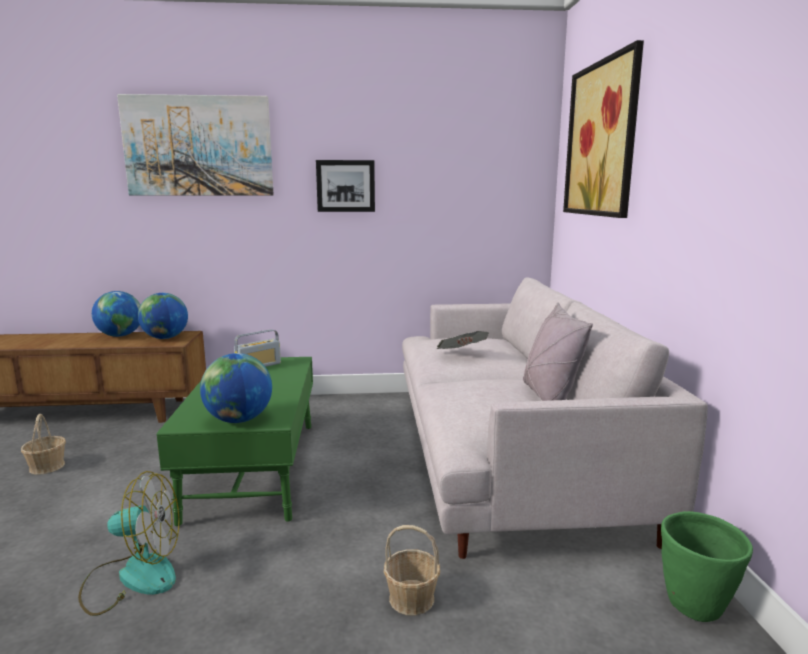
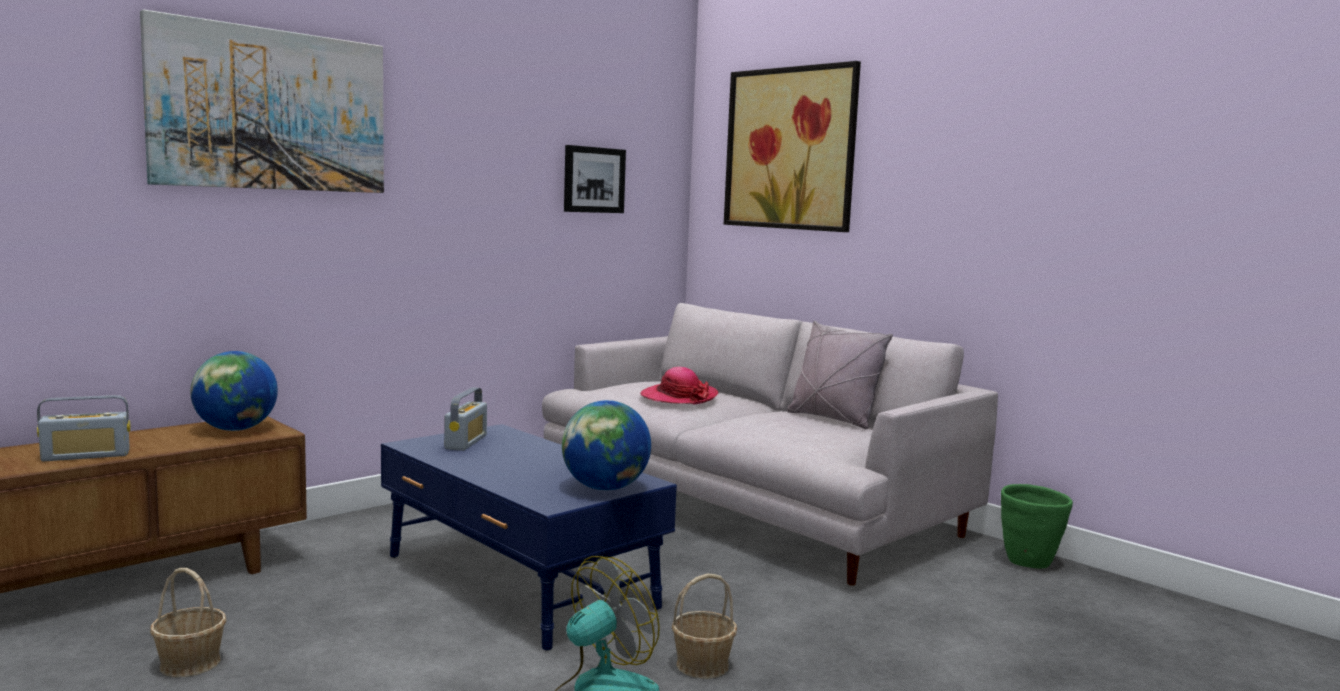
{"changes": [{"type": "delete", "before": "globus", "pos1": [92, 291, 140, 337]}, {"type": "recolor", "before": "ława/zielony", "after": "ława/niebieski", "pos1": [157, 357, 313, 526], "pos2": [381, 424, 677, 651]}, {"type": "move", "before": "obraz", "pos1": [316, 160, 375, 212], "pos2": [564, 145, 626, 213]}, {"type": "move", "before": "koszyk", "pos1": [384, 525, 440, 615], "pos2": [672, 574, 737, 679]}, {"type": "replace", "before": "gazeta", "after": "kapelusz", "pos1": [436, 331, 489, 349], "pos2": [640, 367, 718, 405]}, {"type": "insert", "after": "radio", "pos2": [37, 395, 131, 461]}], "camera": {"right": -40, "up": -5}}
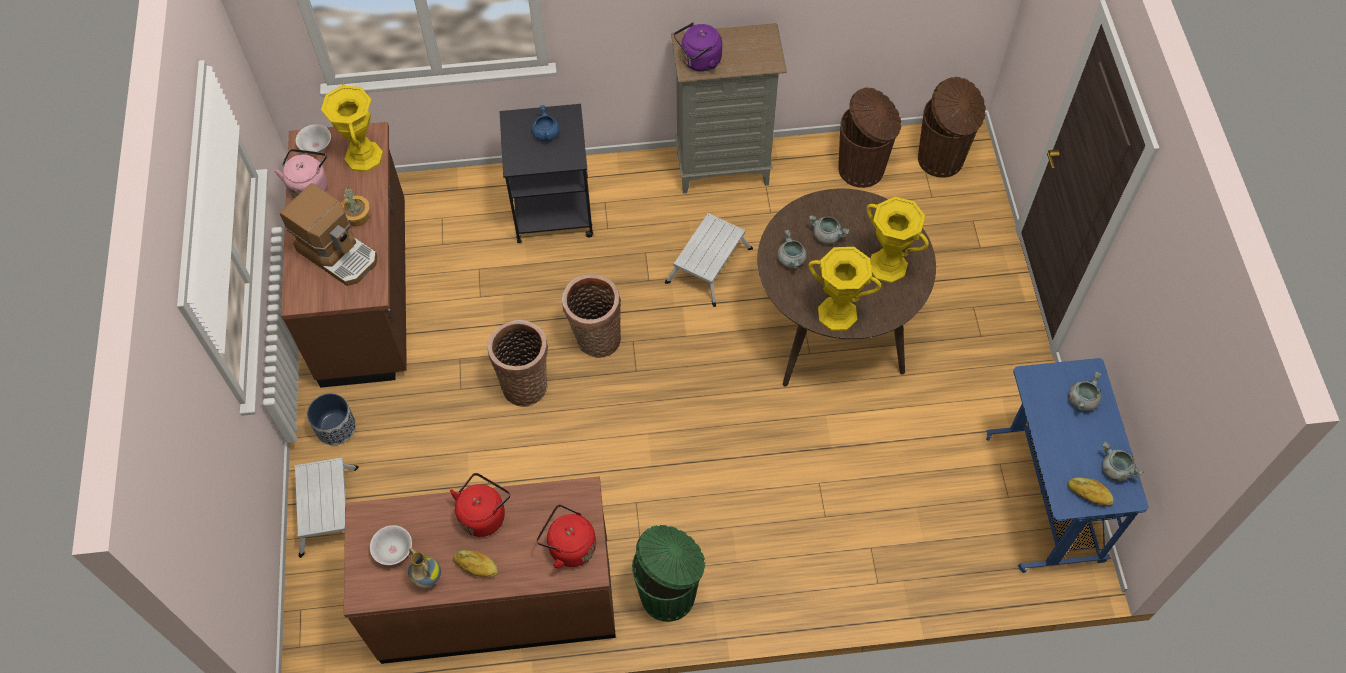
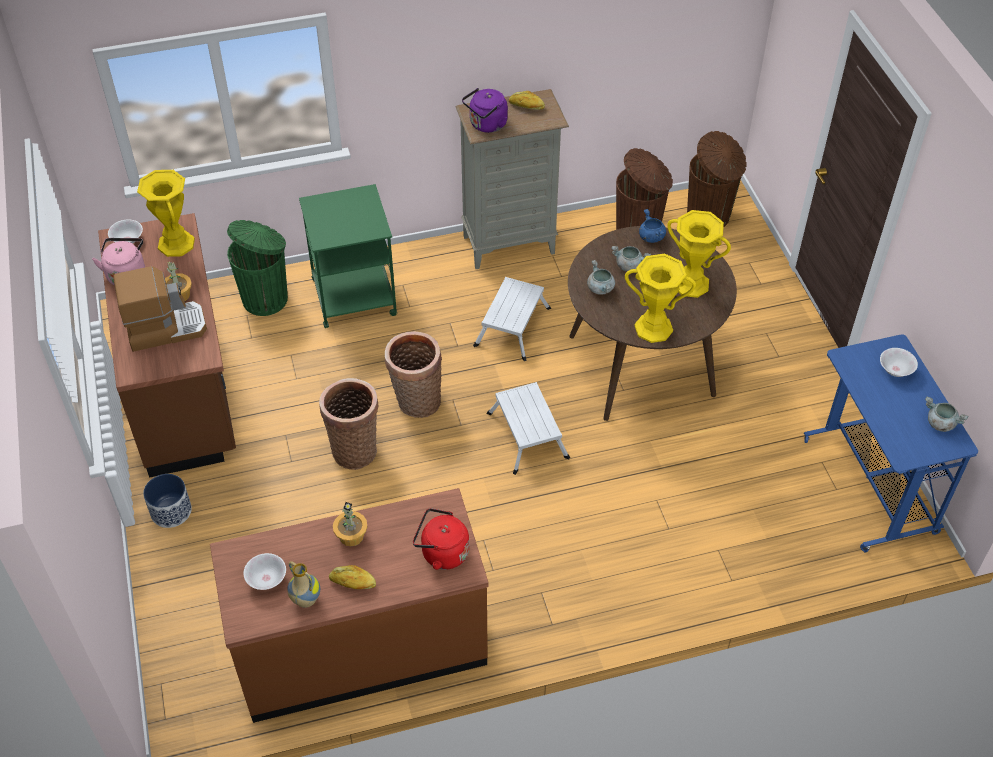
{"changes": [{"type": "rotate", "before": "ekspres do kawy", "pos1": [280, 183, 377, 286], "pos2": [113, 266, 207, 352], "turn": -45}, {"type": "move", "before": "drabinka/biały", "pos1": [295, 457, 359, 558], "pos2": [486, 382, 570, 475]}, {"type": "replace", "before": "czajnik/czerwony", "after": "roślina doniczkowa", "pos1": [450, 473, 510, 537], "pos2": [333, 502, 368, 546]}, {"type": "recolor", "before": "wózek/czarny", "after": "wózek/zielony", "pos1": [500, 104, 593, 243], "pos2": [299, 184, 397, 328]}, {"type": "move", "before": "garnek/niebieski", "pos1": [532, 105, 560, 141], "pos2": [639, 209, 666, 243]}, {"type": "move", "before": "kosz na śmieci/zielony", "pos1": [632, 525, 705, 622], "pos2": [227, 220, 288, 316]}, {"type": "move", "before": "chleb", "pos1": [1067, 477, 1114, 505], "pos2": [509, 91, 545, 110]}, {"type": "replace", "before": "garnek/szary", "after": "miska/biały", "pos1": [1068, 372, 1101, 411], "pos2": [880, 348, 918, 377]}], "camera": {"right": -10, "up": -10}}
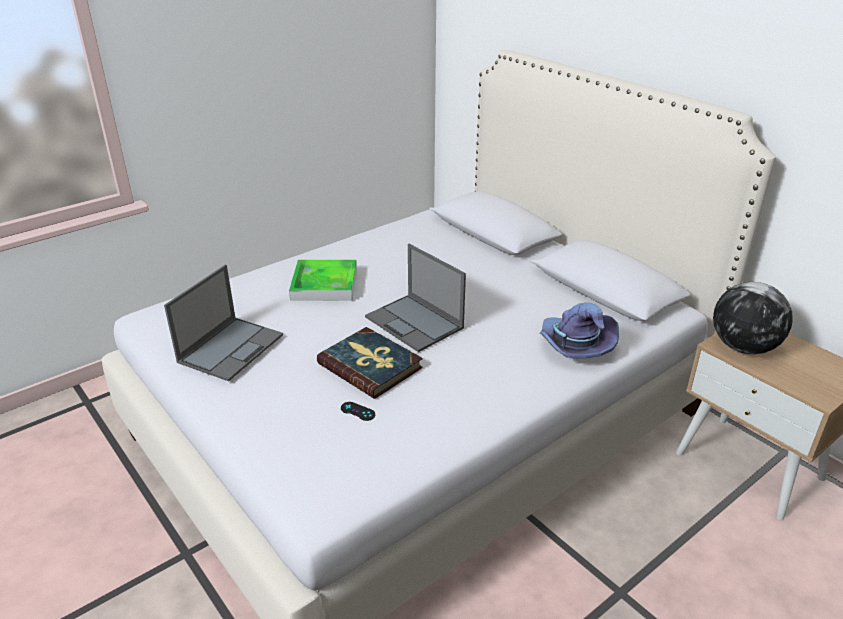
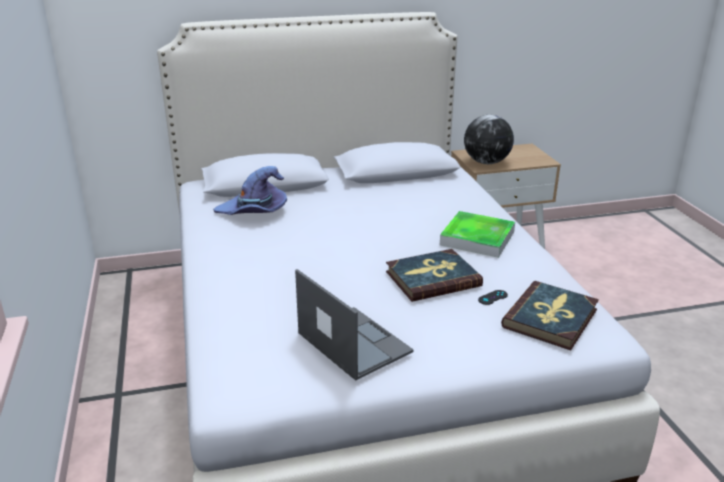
{"changes": [{"type": "move", "before": "taca", "pos1": [289, 260, 357, 301], "pos2": [440, 211, 515, 258]}, {"type": "delete", "before": "laptop", "pos1": [365, 244, 466, 352]}, {"type": "move", "before": "kapelusz/fioletowy", "pos1": [540, 303, 619, 359], "pos2": [213, 166, 287, 215]}, {"type": "insert", "after": "książka", "pos2": [501, 281, 599, 350]}], "camera": {"right": -65, "up": -5}}
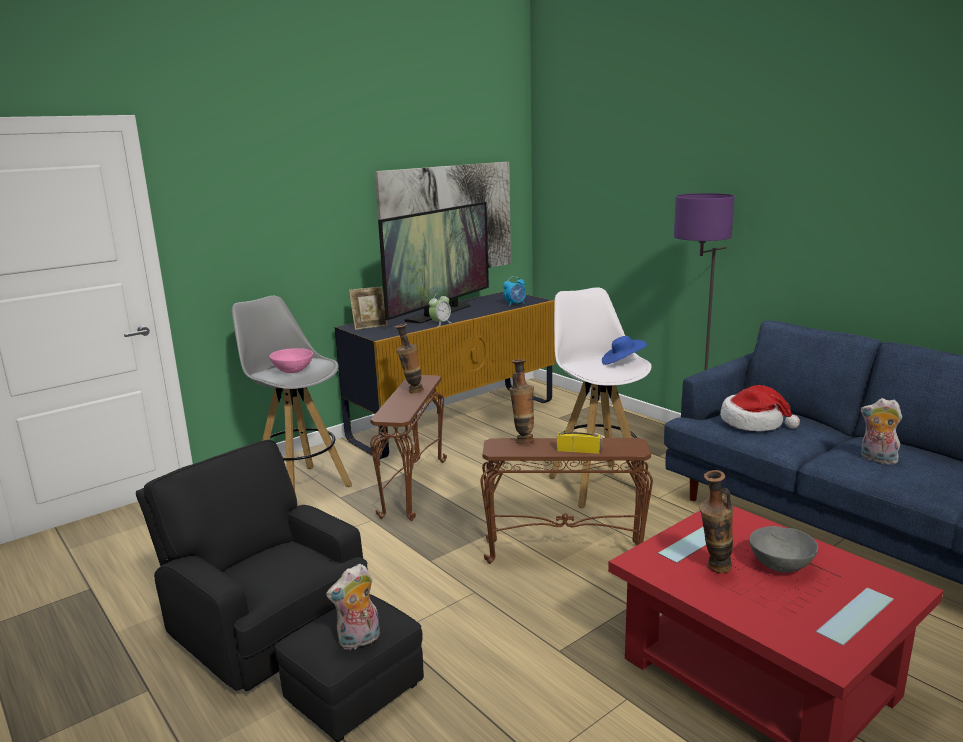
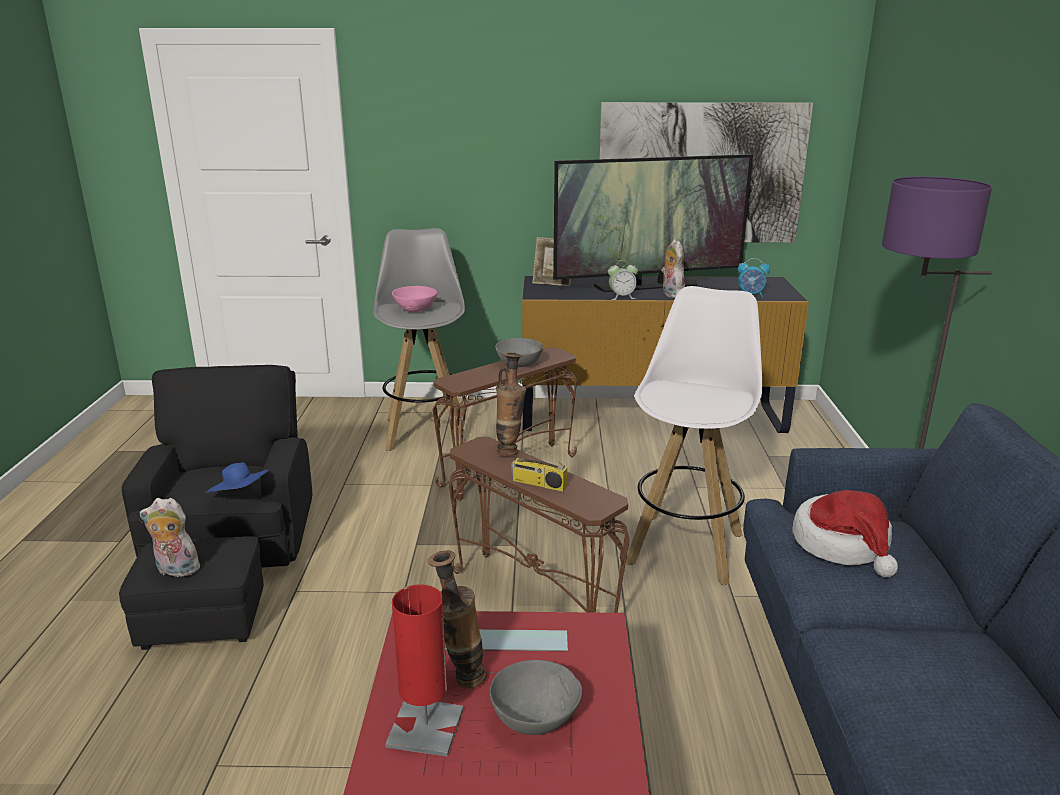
{"changes": [{"type": "replace", "before": "wazon", "after": "miska/szary", "pos1": [395, 324, 424, 393], "pos2": [495, 338, 543, 367]}, {"type": "rotate", "before": "radio", "pos1": [557, 412, 603, 454], "pos2": [511, 430, 567, 491], "turn": 150}, {"type": "move", "before": "kapelusz/niebieski", "pos1": [602, 336, 647, 365], "pos2": [205, 463, 268, 493]}, {"type": "move", "before": "pluszak", "pos1": [861, 398, 902, 464], "pos2": [661, 239, 685, 298]}, {"type": "insert", "after": "lampa stołowa/czerwony", "pos2": [385, 584, 464, 756]}], "camera": {"right": 40, "up": 5}}
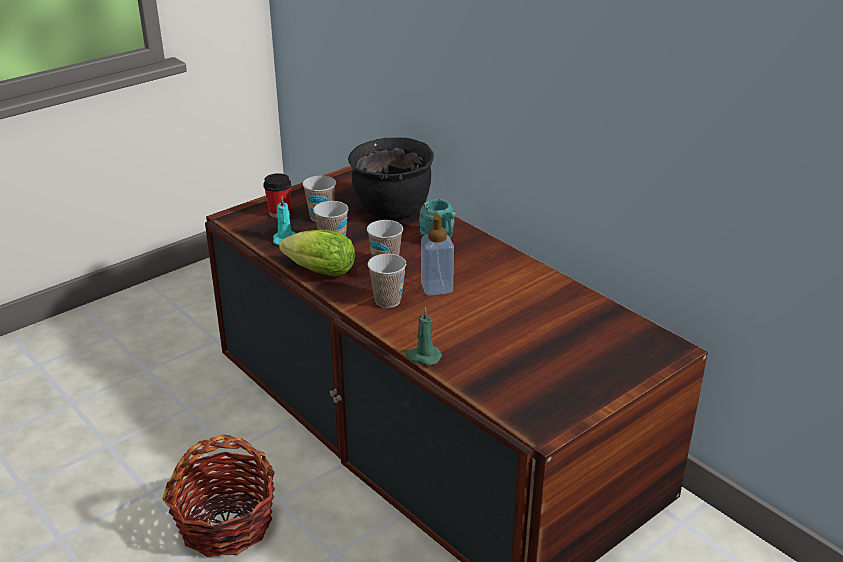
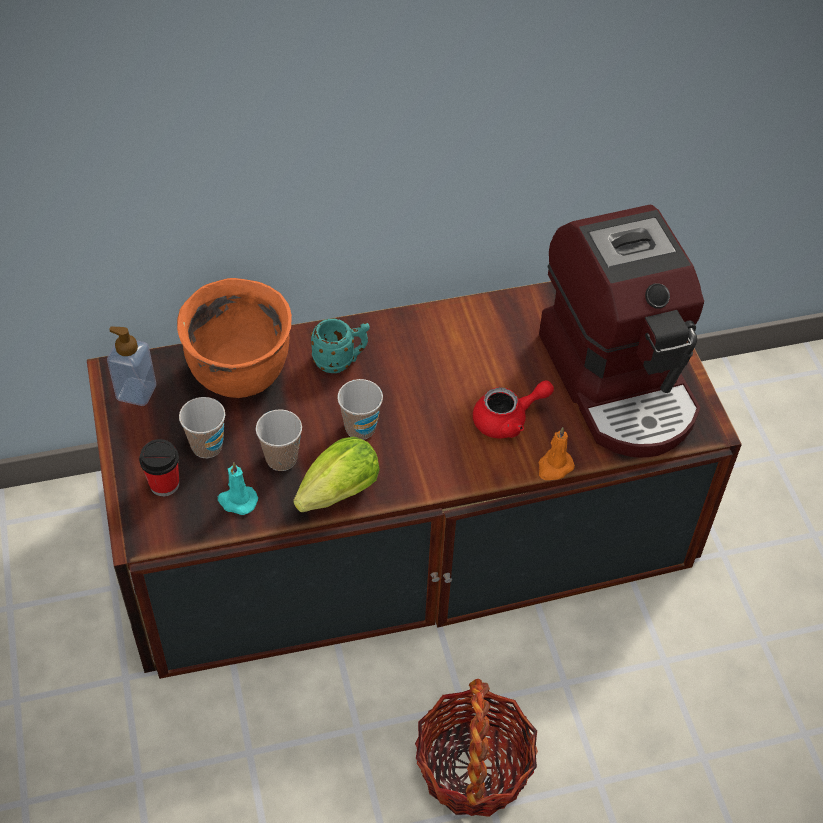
{"changes": [{"type": "recolor", "before": "garnek/czarny", "after": "garnek/pomarańczowy", "pos1": [348, 137, 434, 219], "pos2": [177, 278, 292, 398]}, {"type": "delete", "before": "filiżanka", "pos1": [368, 254, 406, 308]}, {"type": "recolor", "before": "świeca/zielony", "after": "świeca/pomarańczowy", "pos1": [406, 308, 442, 366], "pos2": [538, 427, 575, 480]}, {"type": "move", "before": "dozownik mydła", "pos1": [421, 213, 454, 296], "pos2": [107, 326, 156, 406]}, {"type": "insert", "after": "imbryk/czerwony", "pos2": [473, 380, 554, 439]}, {"type": "insert", "after": "ekspres do kawy", "pos2": [539, 205, 704, 457]}], "camera": {"right": -65, "up": 20}}
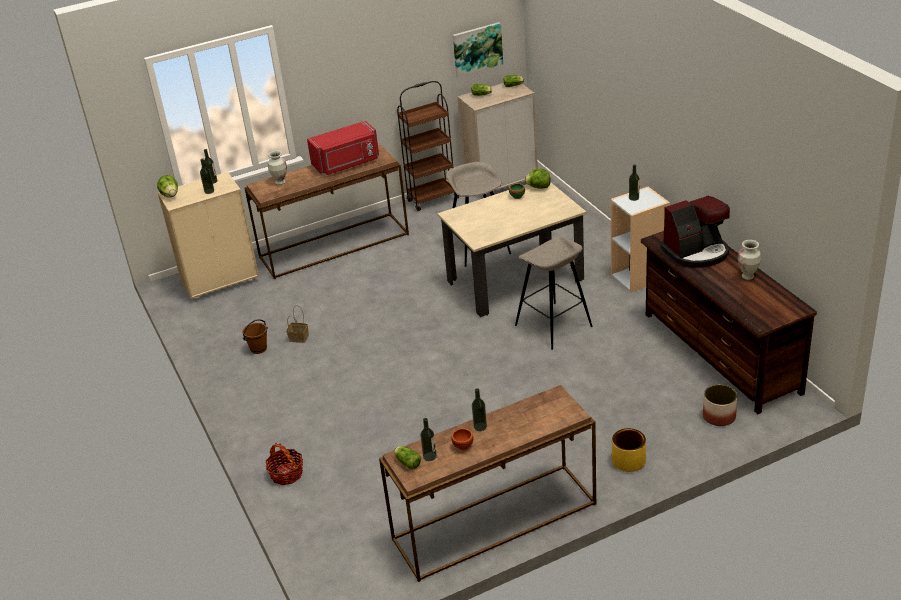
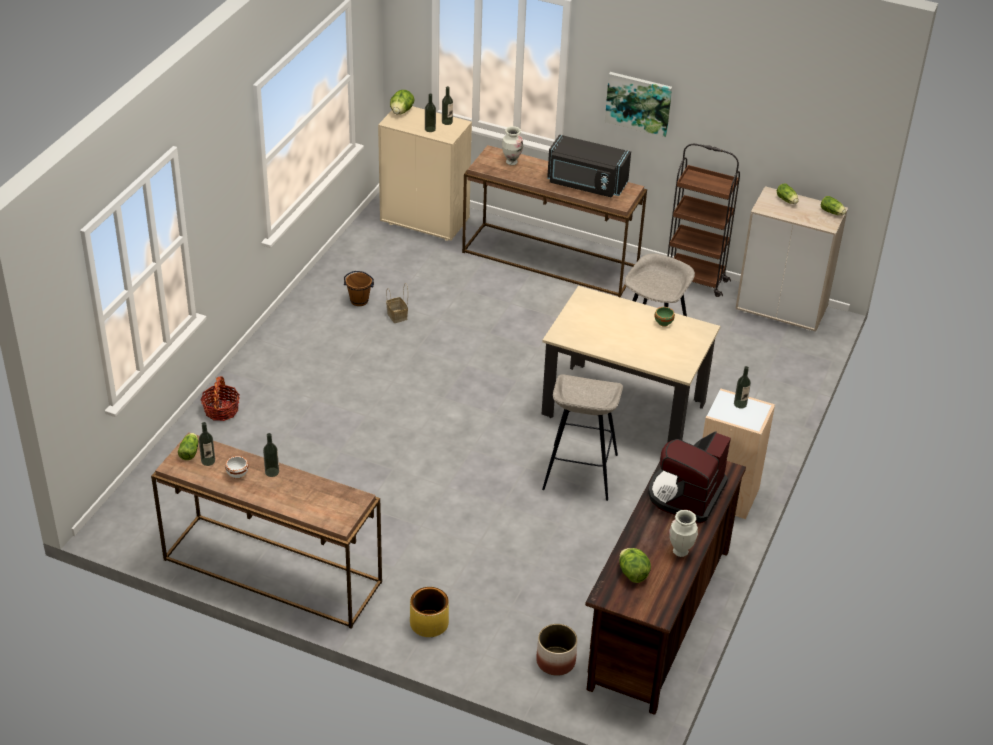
{"changes": [{"type": "recolor", "before": "mikrofalówka/czerwony", "after": "mikrofalówka/czarny", "pos1": [307, 121, 379, 175], "pos2": [547, 135, 631, 198]}, {"type": "recolor", "before": "miska/brązowy", "after": "miska/biały", "pos1": [451, 428, 473, 450], "pos2": [225, 456, 248, 479]}, {"type": "move", "before": "obraz", "pos1": [453, 22, 503, 78], "pos2": [605, 72, 672, 137]}, {"type": "move", "before": "sałata", "pos1": [525, 169, 551, 189], "pos2": [619, 548, 651, 583]}, {"type": "rotate", "before": "ekspres do kawy", "pos1": [661, 196, 730, 268], "pos2": [648, 431, 731, 523], "turn": 90}], "camera": {"right": 45, "up": 5}}
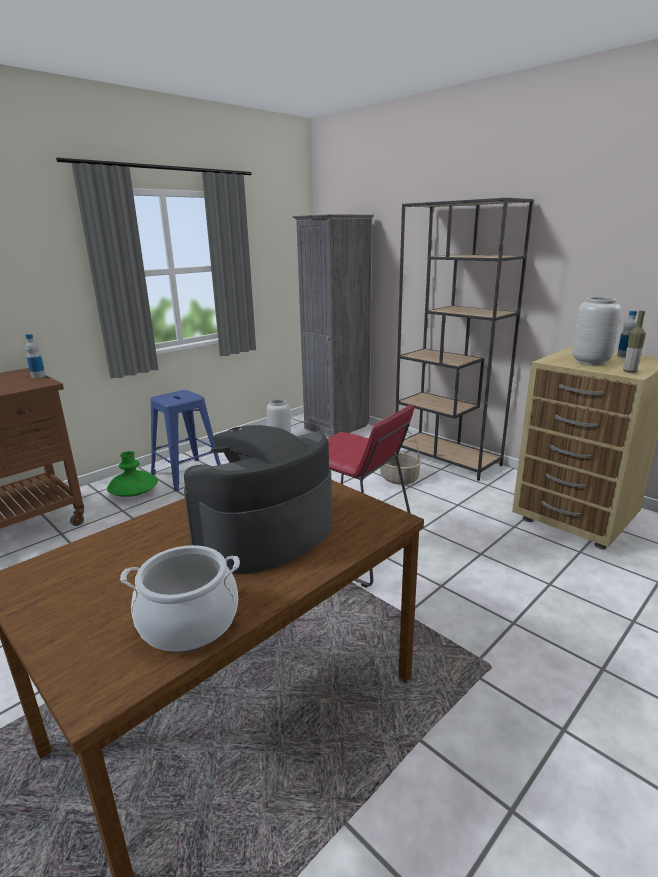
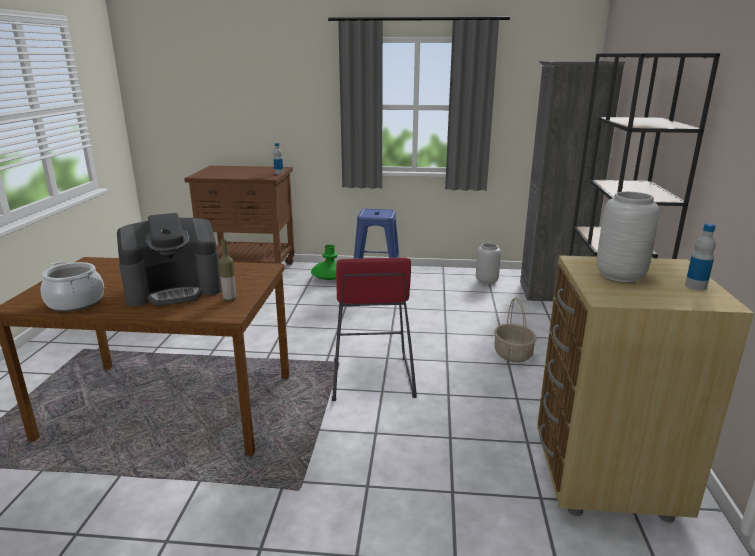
{"changes": [{"type": "rotate", "before": "ekspres do kawy", "pos1": [184, 425, 332, 574], "pos2": [117, 213, 222, 306], "turn": 150}, {"type": "move", "before": "butelka", "pos1": [623, 311, 646, 373], "pos2": [219, 239, 236, 301]}], "camera": {"right": 50, "up": 0}}
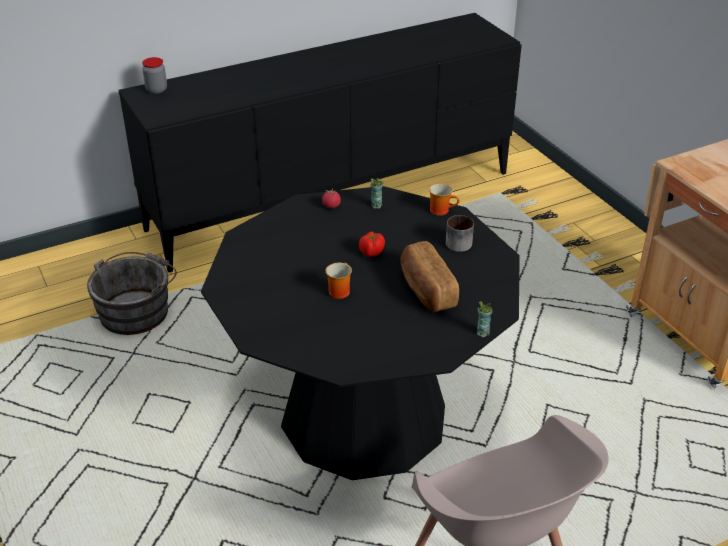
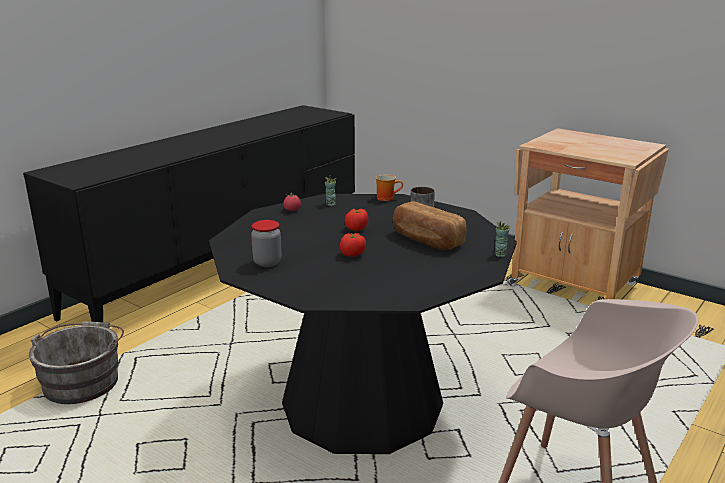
{"changes": [{"type": "move", "before": "słoik", "pos1": [142, 57, 167, 94], "pos2": [251, 220, 282, 267]}, {"type": "replace", "before": "kubek", "after": "pomidor", "pos1": [326, 263, 352, 299], "pos2": [340, 233, 366, 257]}], "camera": {"right": -25, "up": -15}}
